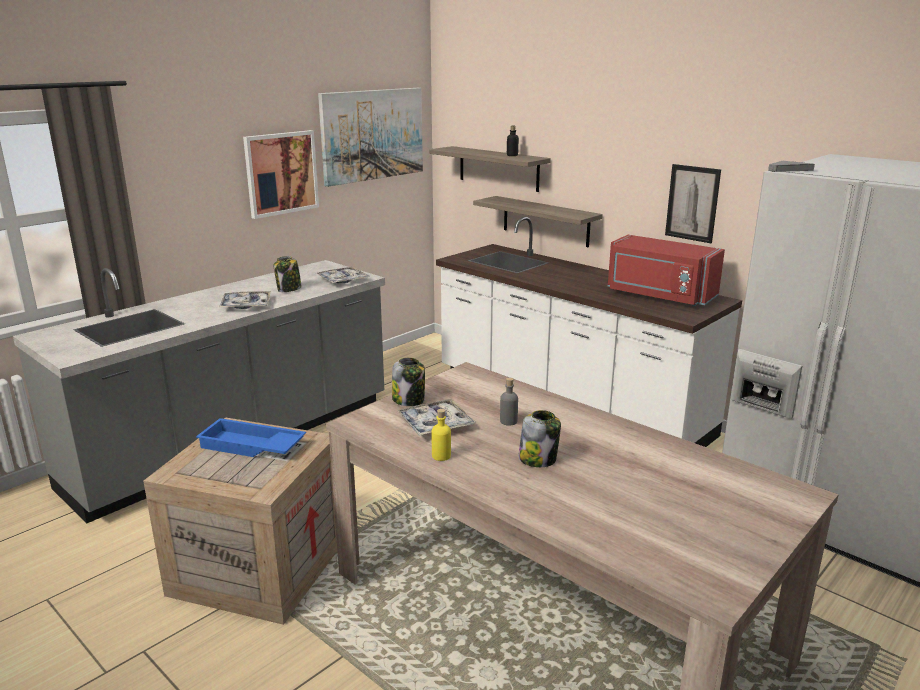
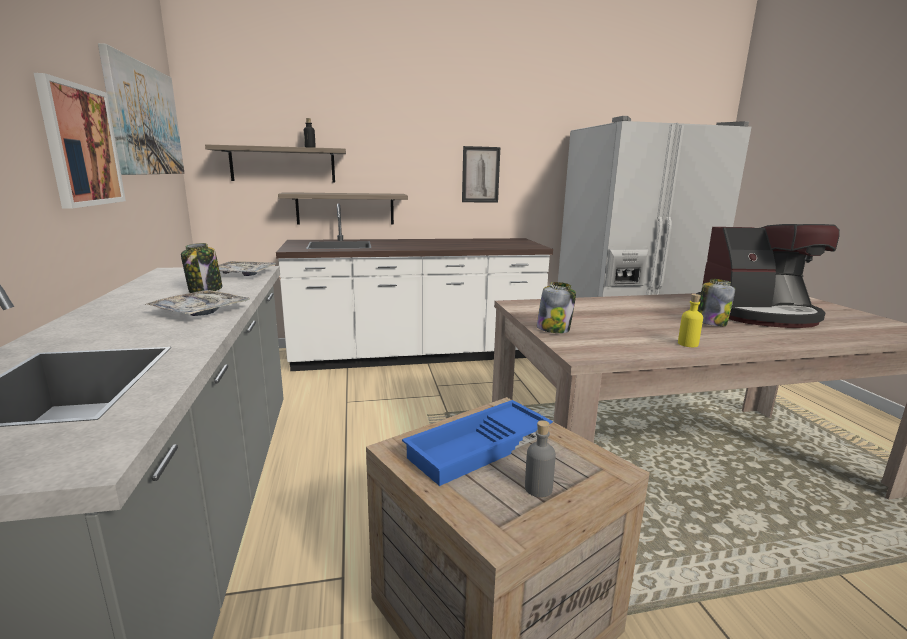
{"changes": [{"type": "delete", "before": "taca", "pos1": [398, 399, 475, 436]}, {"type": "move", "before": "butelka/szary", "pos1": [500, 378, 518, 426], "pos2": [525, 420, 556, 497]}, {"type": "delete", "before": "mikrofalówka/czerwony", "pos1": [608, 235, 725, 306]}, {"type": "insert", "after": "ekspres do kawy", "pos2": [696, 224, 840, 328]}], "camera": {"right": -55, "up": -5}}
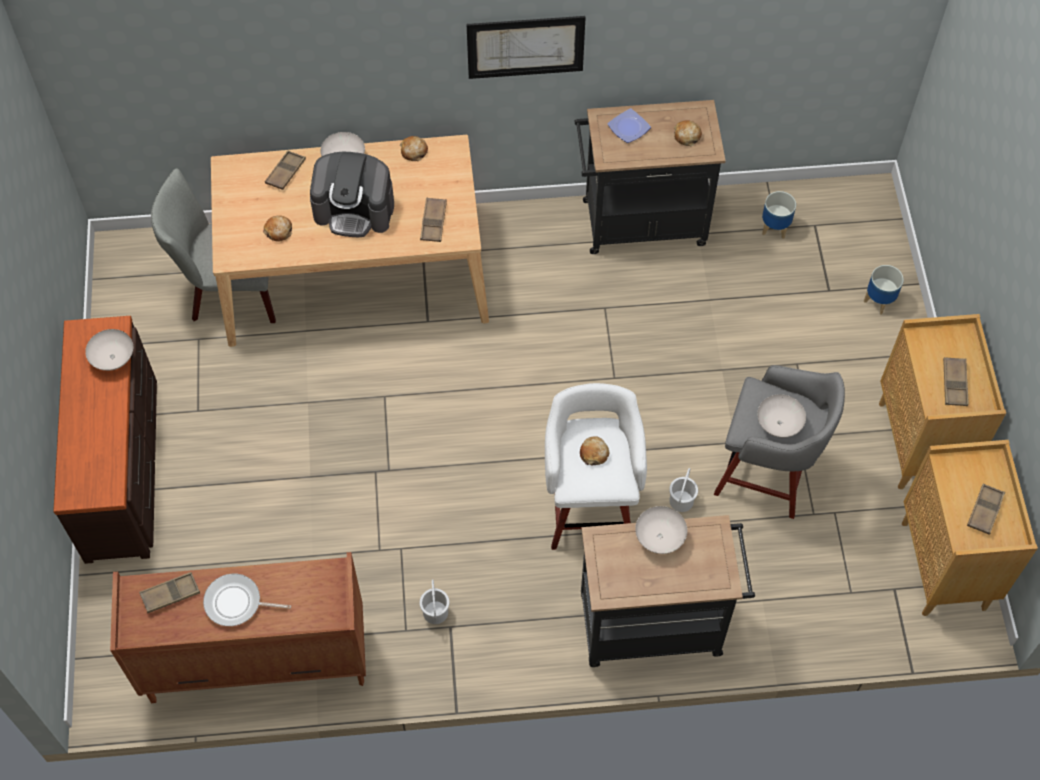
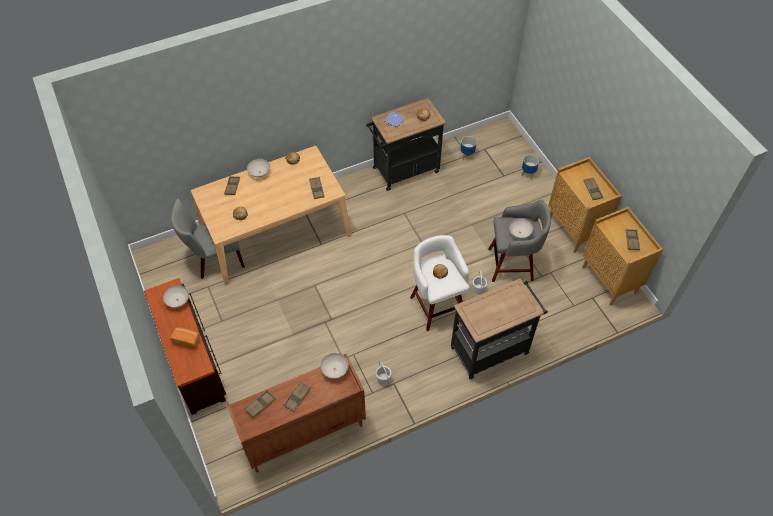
{"changes": [{"type": "replace", "before": "patelnia", "after": "taca/brązowy", "pos1": [203, 574, 291, 626], "pos2": [283, 381, 311, 412]}, {"type": "delete", "before": "ekspres do kawy", "pos1": [310, 152, 394, 237]}, {"type": "delete", "before": "obraz", "pos1": [466, 16, 586, 79]}, {"type": "move", "before": "miska/biały", "pos1": [635, 506, 687, 554], "pos2": [321, 353, 349, 379]}, {"type": "insert", "after": "chleb", "pos2": [170, 327, 200, 349]}], "camera": {"right": -20, "up": -5}}
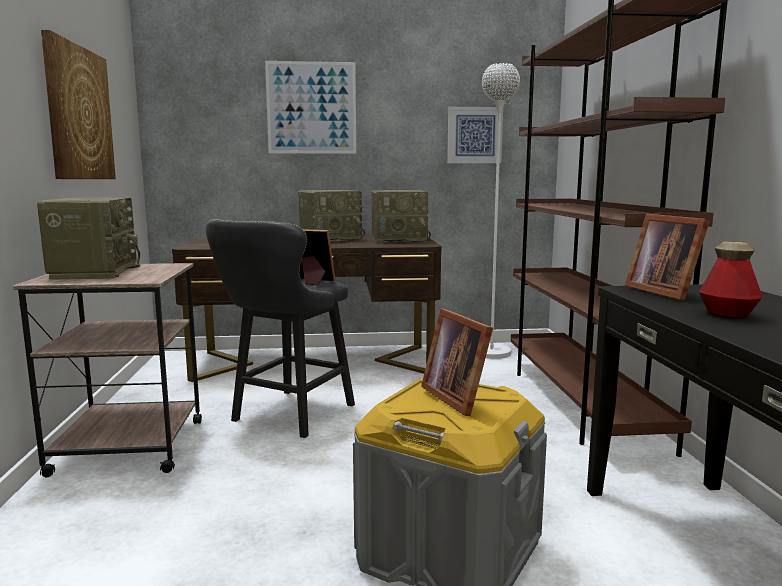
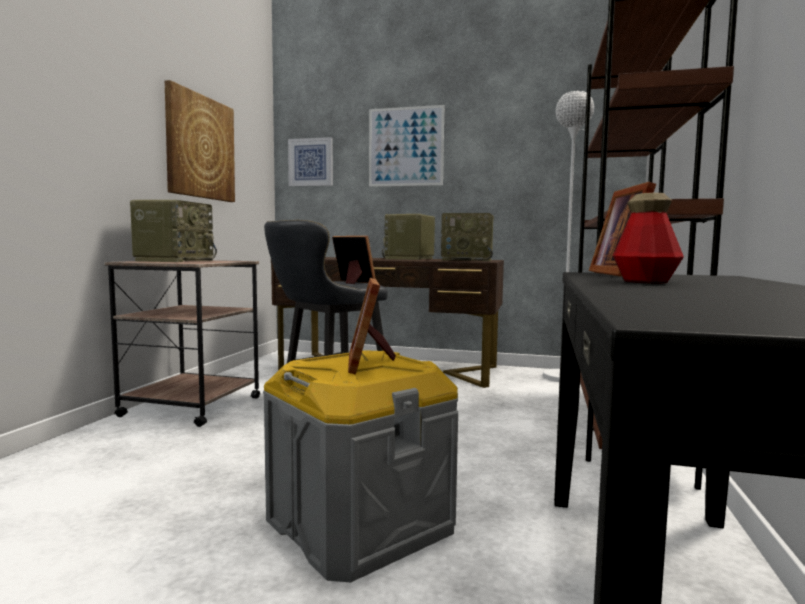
{"changes": [{"type": "rotate", "before": "radio", "pos1": [298, 190, 365, 242], "pos2": [382, 214, 435, 260], "turn": 120}, {"type": "move", "before": "obraz", "pos1": [447, 107, 503, 163], "pos2": [288, 137, 333, 187]}], "camera": {"right": 20, "up": -5}}
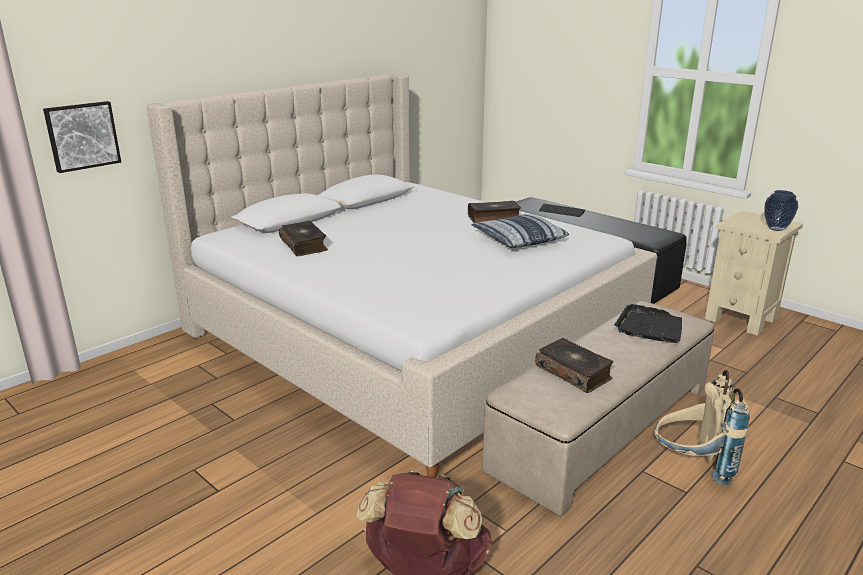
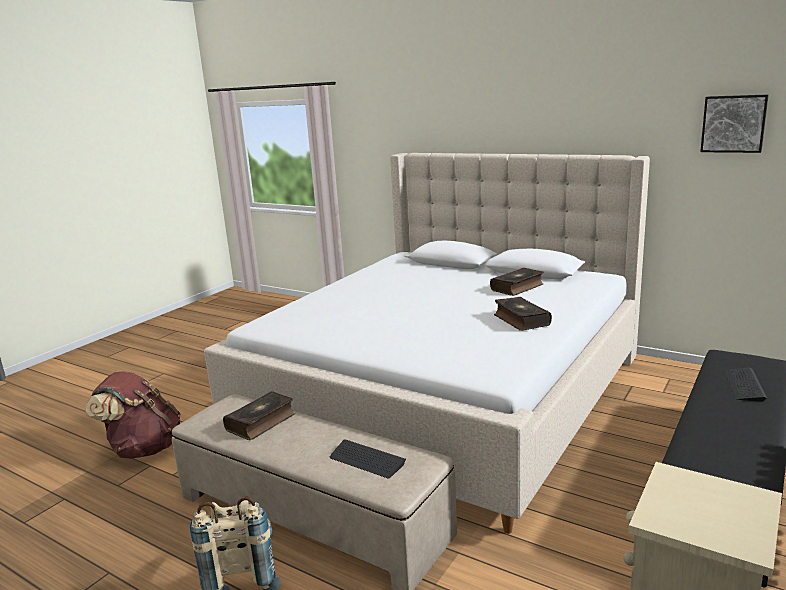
{"changes": [{"type": "move", "before": "obraz", "pos1": [43, 101, 121, 173], "pos2": [700, 94, 769, 153]}, {"type": "move", "before": "książka", "pos1": [279, 221, 328, 256], "pos2": [490, 268, 544, 296]}, {"type": "delete", "before": "poduszka", "pos1": [471, 214, 569, 248]}, {"type": "replace", "before": "taca/czarny", "after": "klawiatura", "pos1": [614, 304, 682, 343], "pos2": [330, 439, 406, 479]}, {"type": "delete", "before": "wazon", "pos1": [764, 190, 798, 231]}], "camera": {"right": 80, "up": -5}}
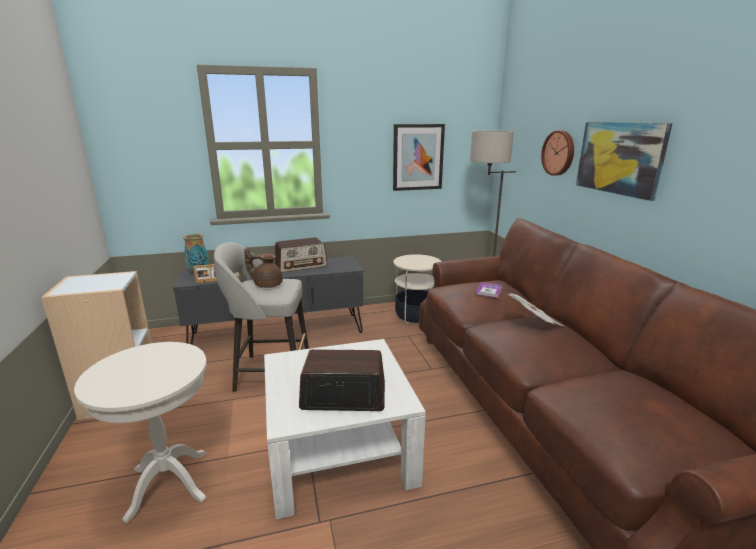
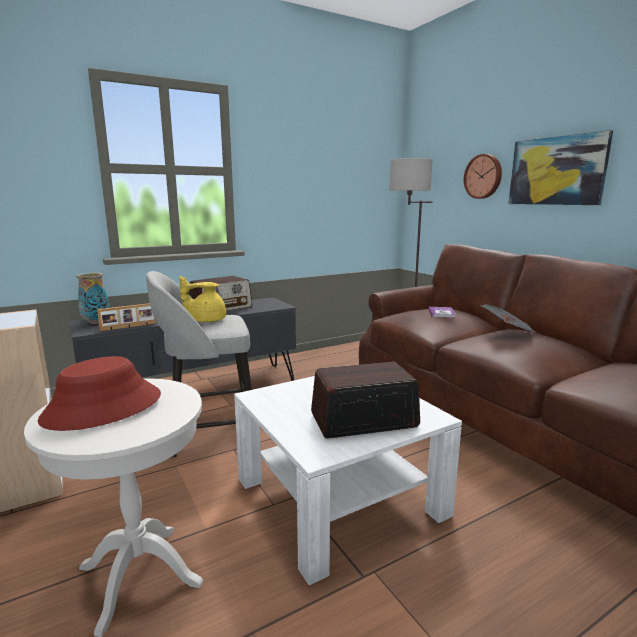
{"changes": [{"type": "recolor", "before": "imbryk/brązowy", "after": "imbryk/żółty", "pos1": [244, 249, 283, 288], "pos2": [179, 276, 226, 322]}, {"type": "delete", "before": "obraz", "pos1": [393, 124, 445, 191]}, {"type": "delete", "before": "stolik/beżowy", "pos1": [393, 254, 442, 324]}, {"type": "insert", "after": "kapelusz/czerwony", "pos2": [38, 356, 161, 431]}], "camera": {"right": -15, "up": -5}}
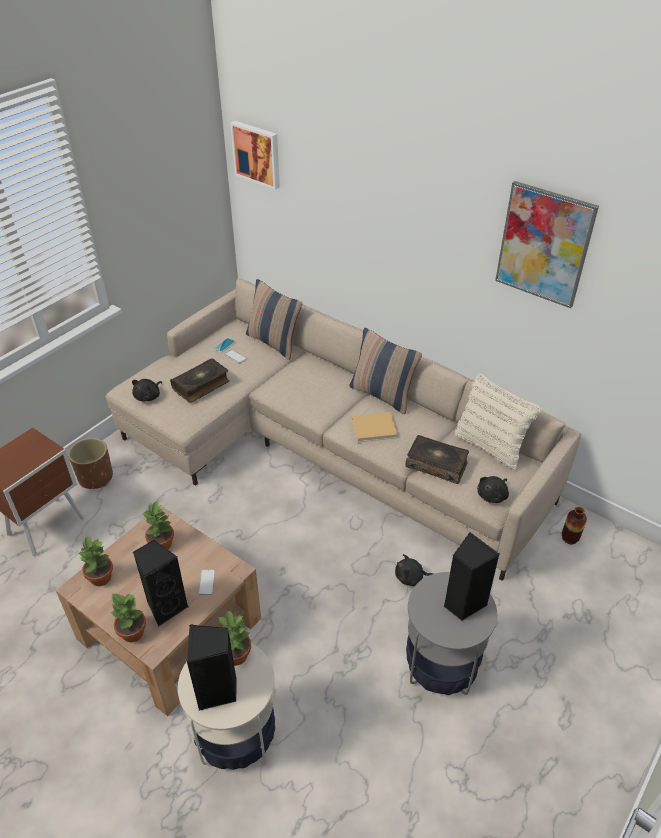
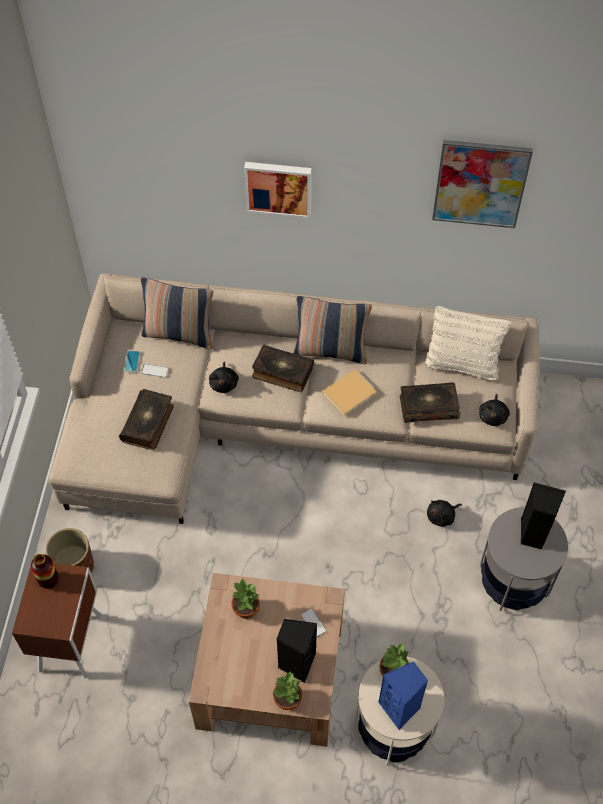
{"changes": [{"type": "delete", "before": "roślina doniczkowa", "pos1": [78, 536, 113, 586]}, {"type": "move", "before": "pluszak/czarny", "pos1": [132, 379, 162, 401], "pos2": [209, 362, 239, 393]}, {"type": "recolor", "before": "głośnik/czarny", "after": "głośnik/niebieski", "pos1": [187, 624, 237, 711], "pos2": [378, 661, 428, 730]}, {"type": "move", "before": "obraz", "pos1": [230, 121, 280, 190], "pos2": [244, 162, 311, 219]}, {"type": "move", "before": "wazon", "pos1": [562, 507, 587, 545], "pos2": [31, 554, 59, 589]}, {"type": "insert", "after": "książka", "pos2": [252, 344, 314, 392]}], "camera": {"right": -30, "up": 15}}
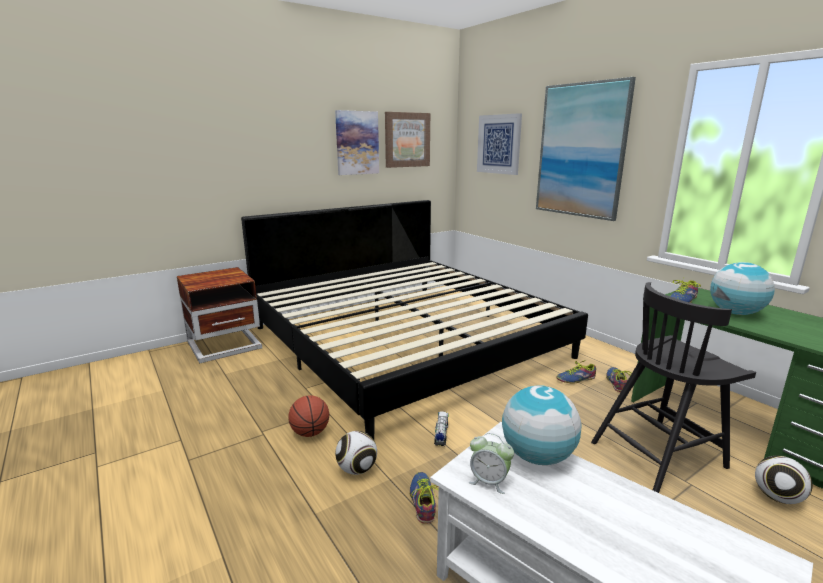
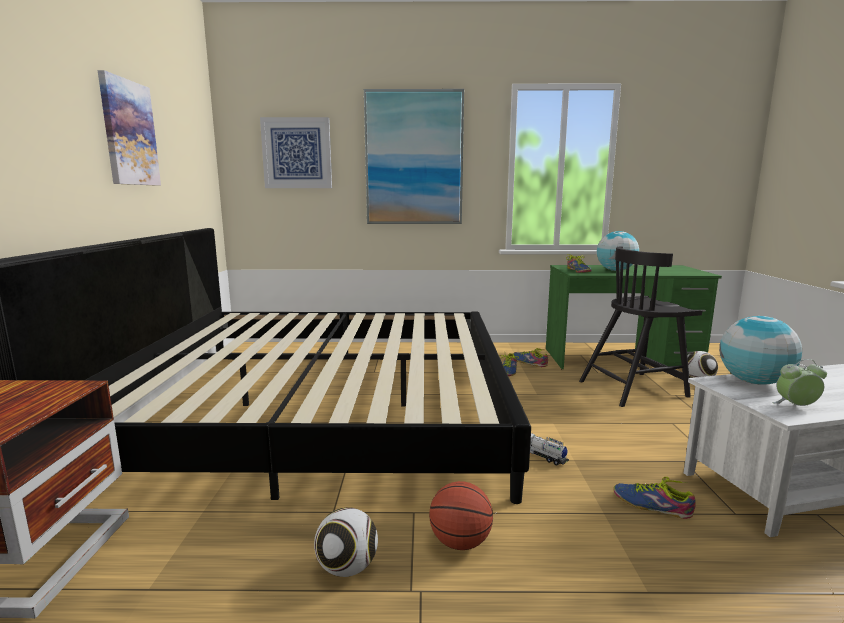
{"changes": [{"type": "move", "before": "piłka futbolowa", "pos1": [335, 431, 377, 475], "pos2": [314, 507, 378, 577]}, {"type": "delete", "before": "obraz", "pos1": [385, 112, 430, 168]}, {"type": "rotate", "before": "budzik", "pos1": [469, 433, 514, 494], "pos2": [772, 359, 827, 406], "turn": -150}, {"type": "rotate", "before": "krzesło/czarny", "pos1": [591, 282, 756, 493], "pos2": [579, 246, 702, 407], "turn": 60}], "camera": {"right": -55, "up": -5}}
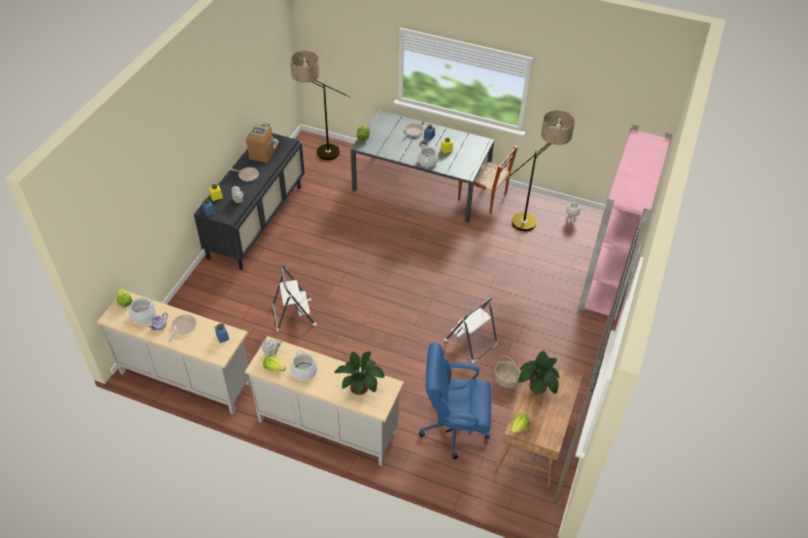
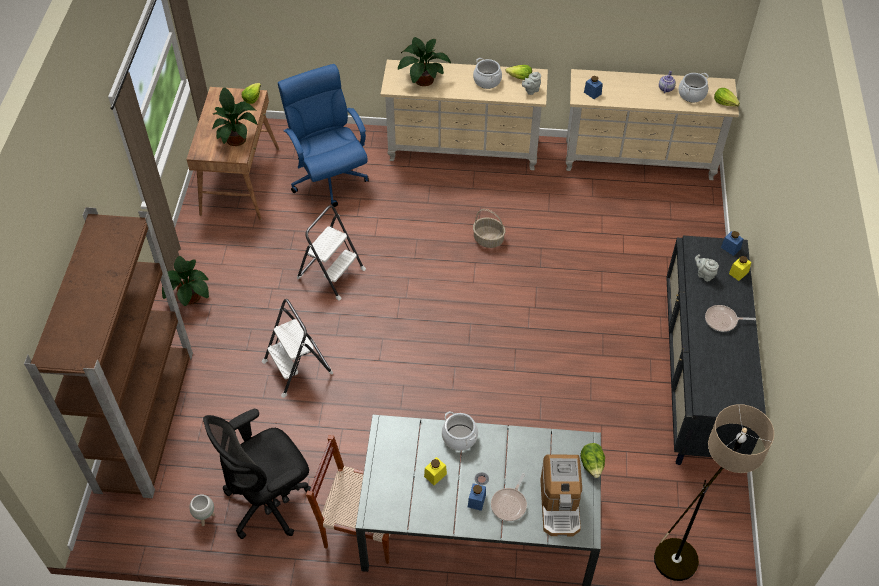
{"changes": [{"type": "delete", "before": "patelnia", "pos1": [168, 315, 196, 342]}, {"type": "move", "before": "ekspres do kawy", "pos1": [246, 123, 279, 163], "pos2": [540, 455, 582, 536]}, {"type": "move", "before": "drabinka/biały", "pos1": [272, 265, 317, 332], "pos2": [262, 299, 333, 398]}, {"type": "rotate", "before": "krzesło biurowe/niebieski", "pos1": [419, 343, 491, 459], "pos2": [278, 64, 369, 207], "turn": -105}, {"type": "move", "before": "koszyk", "pos1": [495, 355, 521, 388], "pos2": [473, 209, 505, 248]}, {"type": "replace", "before": "lampa stojąca", "after": "krzesło biurowe/czarny", "pos1": [505, 110, 575, 231], "pos2": [203, 409, 311, 539]}, {"type": "recolor", "before": "regał/różowy", "after": "regał/brązowy", "pos1": [578, 125, 673, 320], "pos2": [24, 207, 193, 498]}, {"type": "insert", "after": "roślina doniczkowa", "pos2": [162, 256, 209, 306]}], "camera": {"right": 165, "up": 5}}
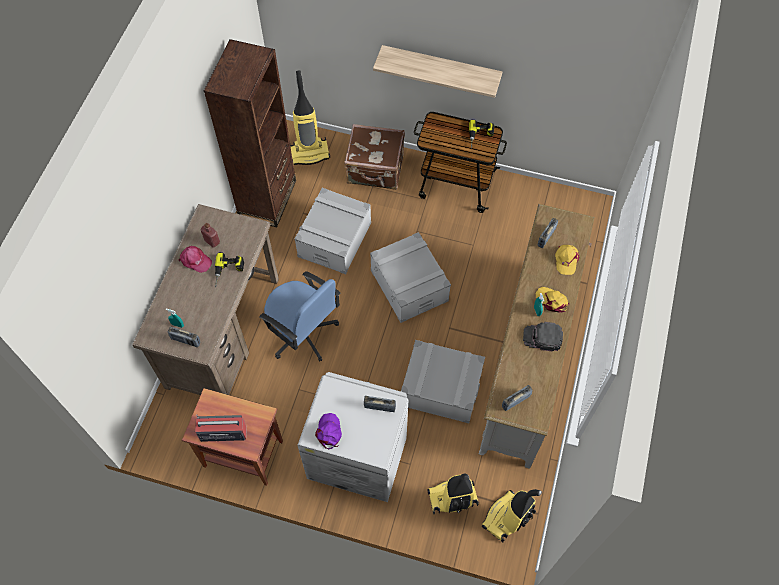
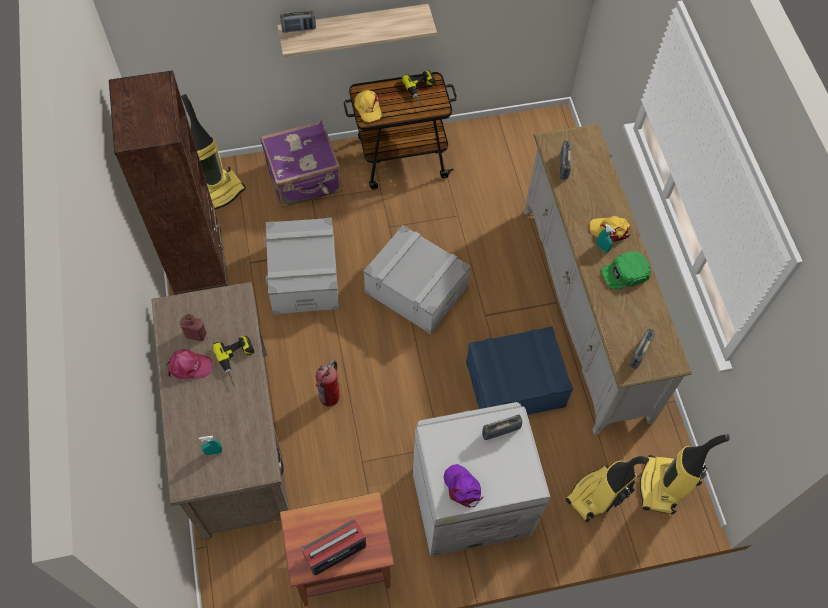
{"changes": [{"type": "move", "before": "radio", "pos1": [168, 327, 201, 347], "pos2": [280, 10, 316, 33]}, {"type": "replace", "before": "krzesło biurowe/niebieski", "after": "gaśnica", "pos1": [259, 271, 340, 361], "pos2": [316, 360, 339, 406]}, {"type": "recolor", "before": "walizka/brązowy", "after": "walizka/fioletowy", "pos1": [344, 124, 405, 190], "pos2": [260, 120, 342, 208]}, {"type": "recolor", "before": "pojemnik do przechowywania/szary", "after": "pojemnik do przechowywania/niebieski", "pos1": [401, 340, 485, 423], "pos2": [466, 326, 573, 415]}, {"type": "recolor", "before": "czapka z daszkiem/czarny", "after": "czapka z daszkiem/zielony", "pos1": [523, 322, 563, 351], "pos2": [601, 251, 651, 290]}, {"type": "move", "before": "czapka z daszkiem/żółty", "pos1": [555, 245, 579, 275], "pos2": [354, 90, 382, 122]}], "camera": {"right": -30, "up": 0}}
